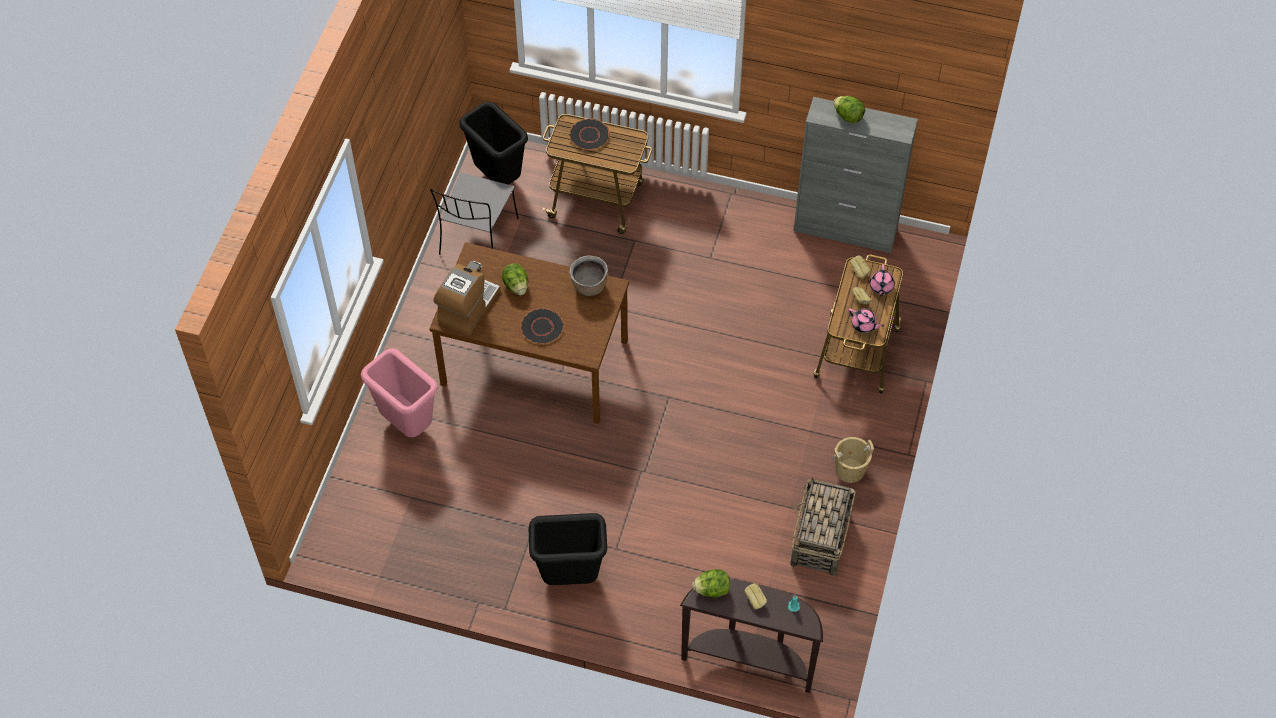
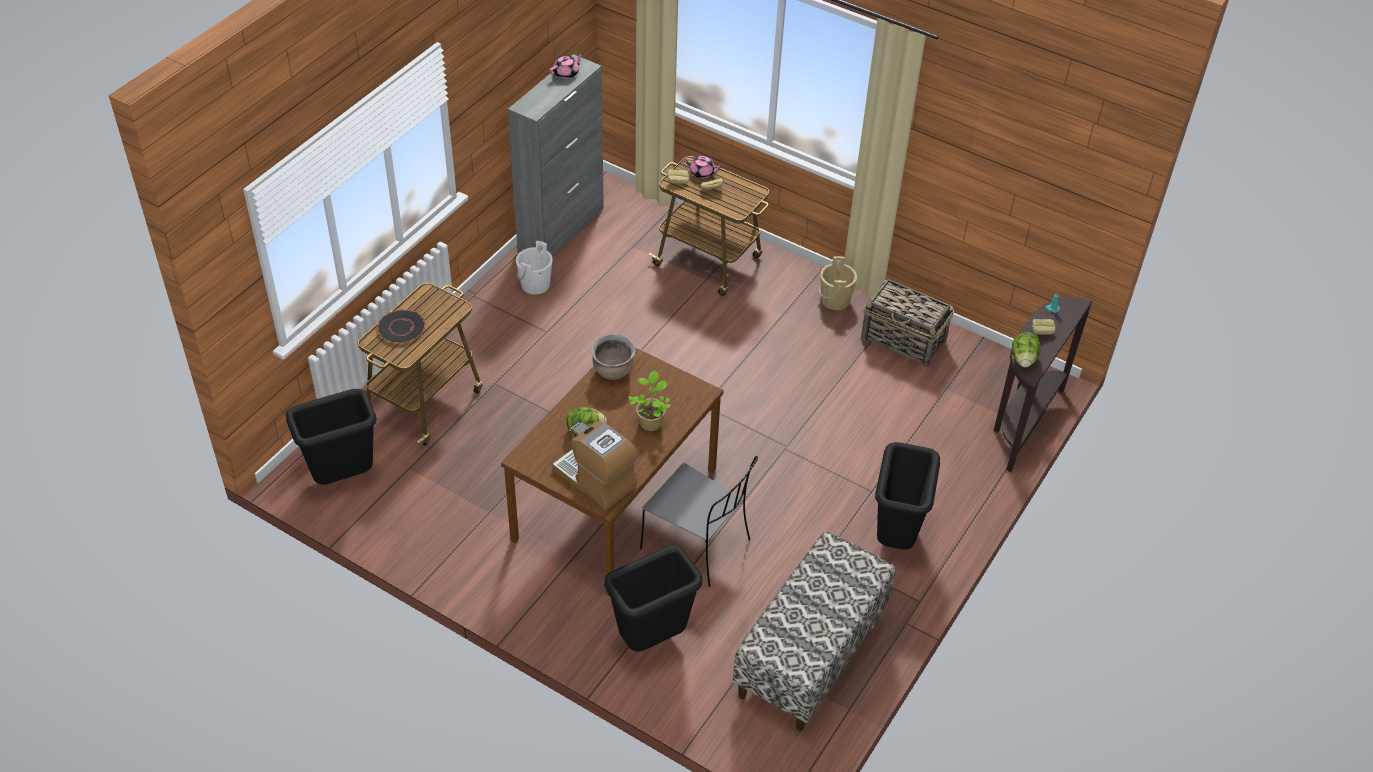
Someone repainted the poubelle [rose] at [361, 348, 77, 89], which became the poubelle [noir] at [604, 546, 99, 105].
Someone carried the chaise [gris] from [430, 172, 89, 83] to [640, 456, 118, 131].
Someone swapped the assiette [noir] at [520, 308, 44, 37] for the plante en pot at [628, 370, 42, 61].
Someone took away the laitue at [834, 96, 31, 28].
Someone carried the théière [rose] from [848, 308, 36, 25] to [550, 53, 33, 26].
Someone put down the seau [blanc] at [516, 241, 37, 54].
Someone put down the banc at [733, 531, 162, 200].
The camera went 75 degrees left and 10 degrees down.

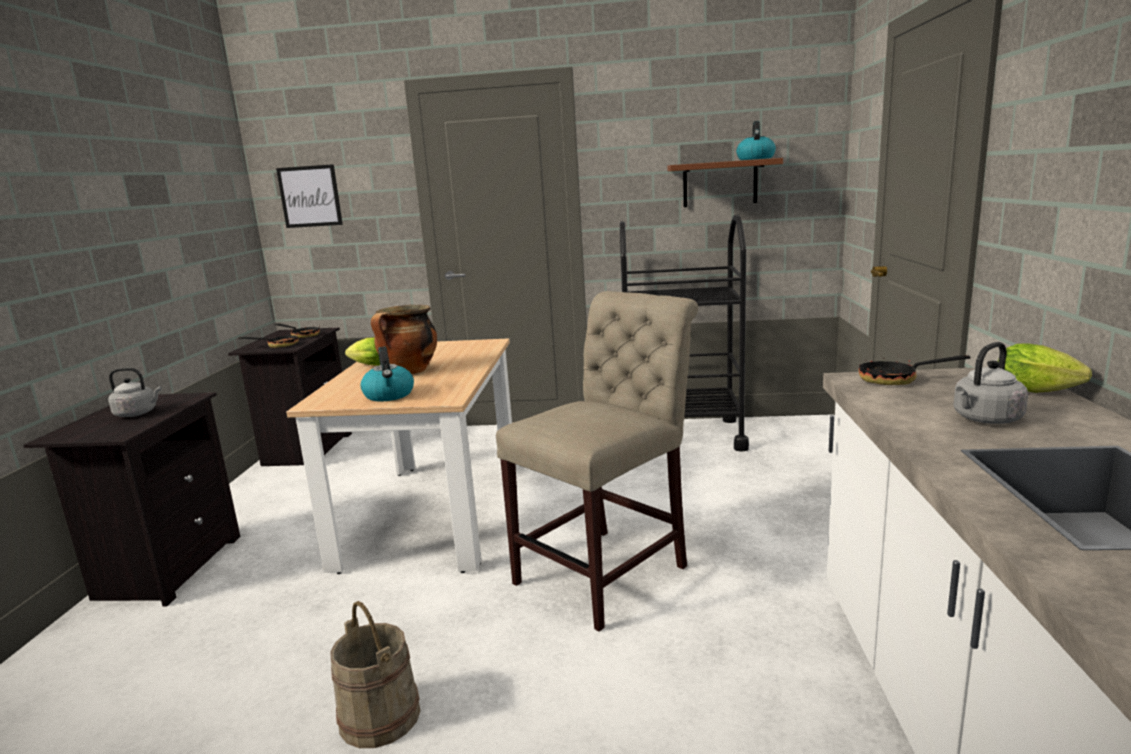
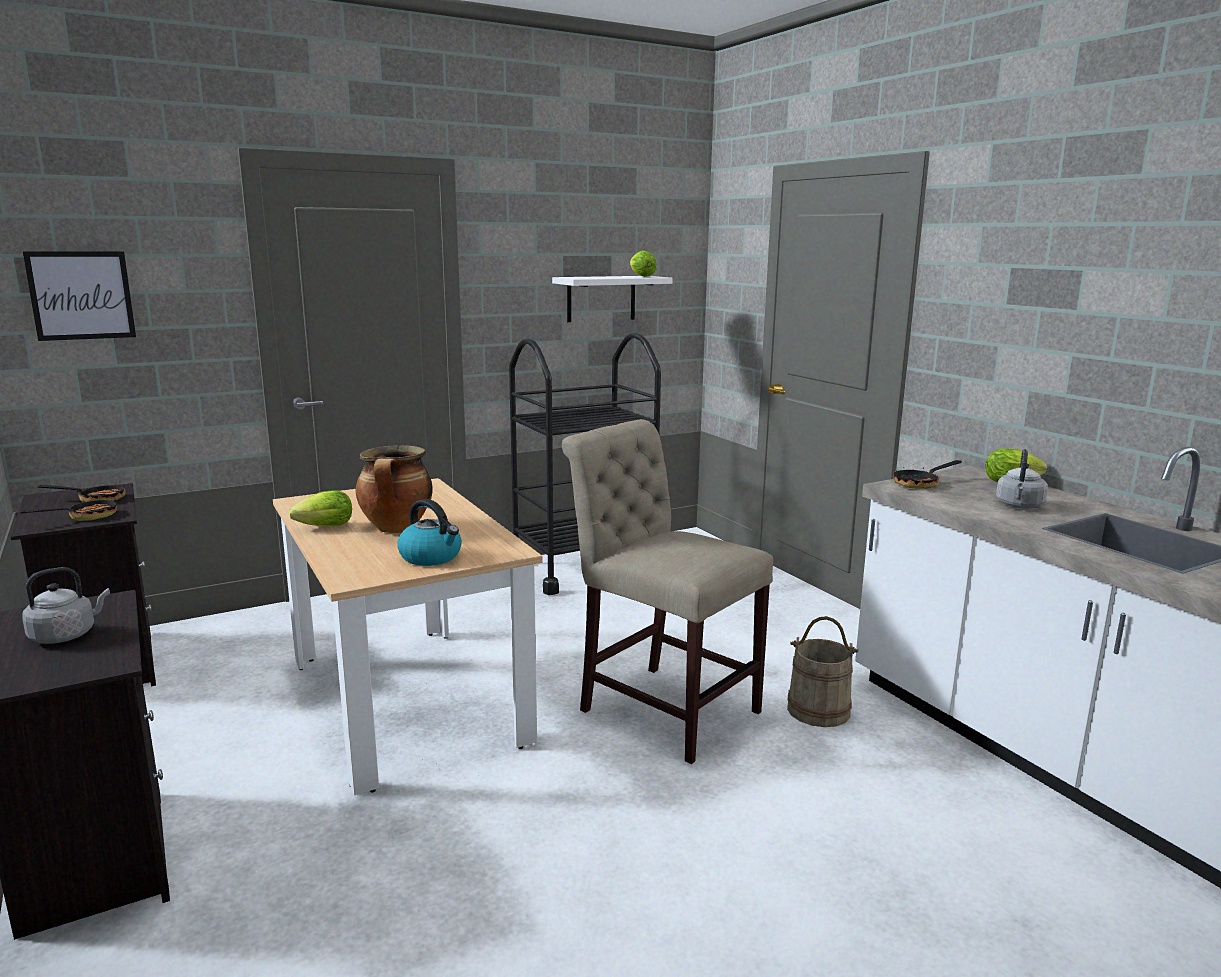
Someone carried the seau [beige] from [330, 601, 91, 147] to [787, 616, 72, 111].
Someone rotated the chaise [beige] at [496, 291, 202, 341] by 60 degrees counterclockwise.
Someone repainted the étagère [marron] at [667, 158, 116, 49], which became the étagère [blanc] at [552, 276, 121, 46].
Someone swapped the bouilloire at [736, 121, 40, 39] for the laitue at [630, 251, 26, 26].
The camera went 35 degrees left and 0 degrees up.

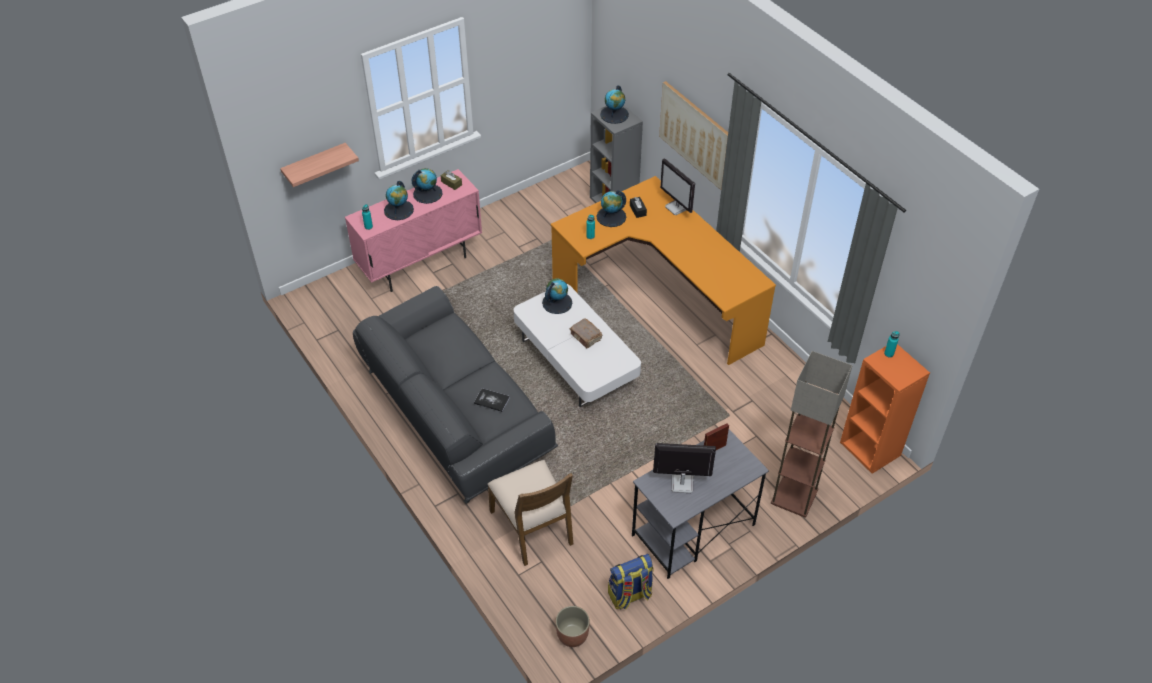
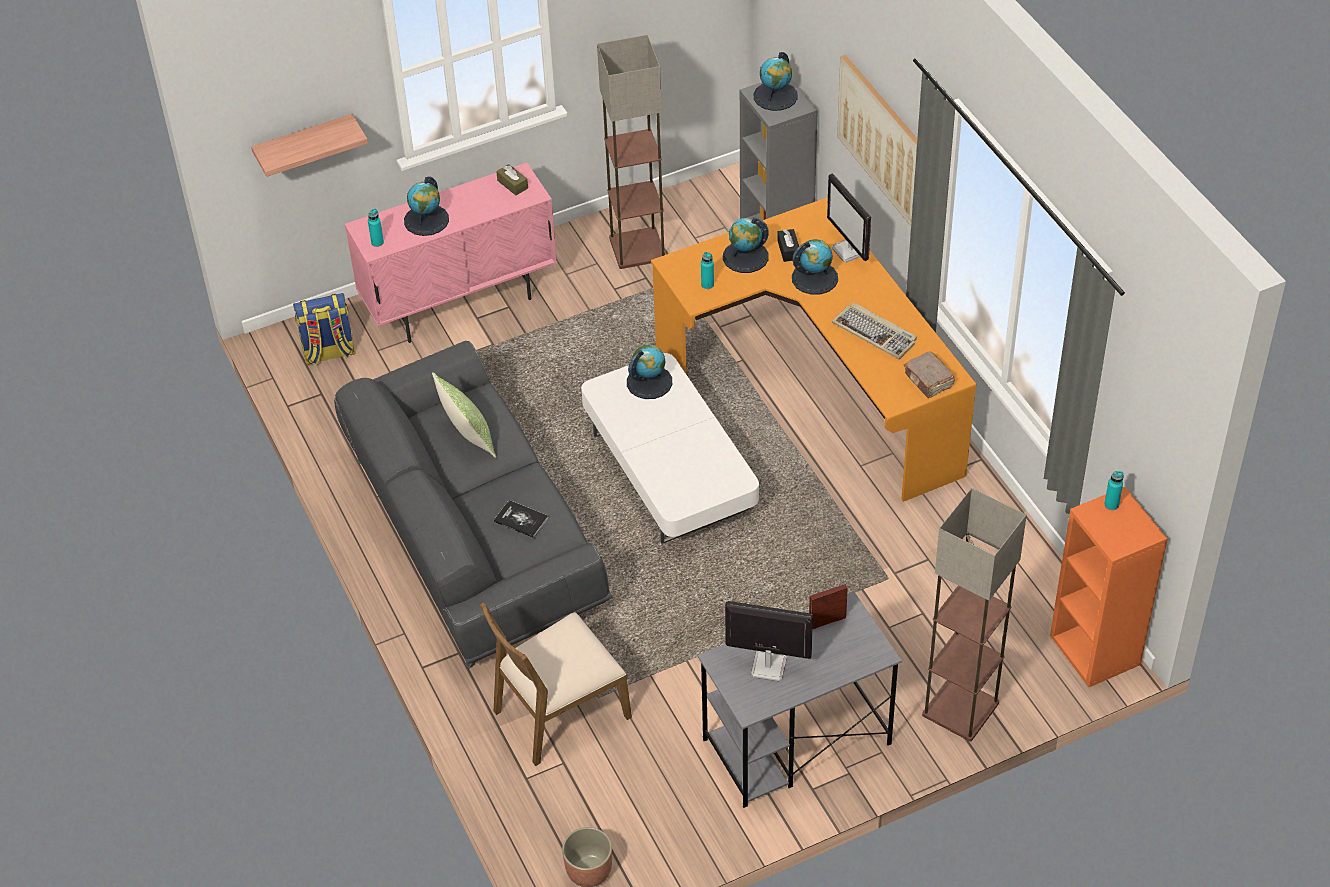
Someone carried the globe from [412, 168, 30, 36] to [792, 239, 46, 56].
Someone rotated the chaise [marron] at [488, 460, 85, 106] by 75 degrees clockwise.
Someone carried the livre [marron] from [569, 318, 33, 30] to [904, 351, 51, 47].
Someone carried the sac à dos from [608, 554, 46, 55] to [293, 293, 63, 72].
Someone put down the coussin at [432, 372, 65, 86].
Someone put down the lampadaire at [597, 35, 68, 234].
Someone put down the clavier at [832, 302, 85, 57].
The camera went 10 degrees right and 0 degrees up.

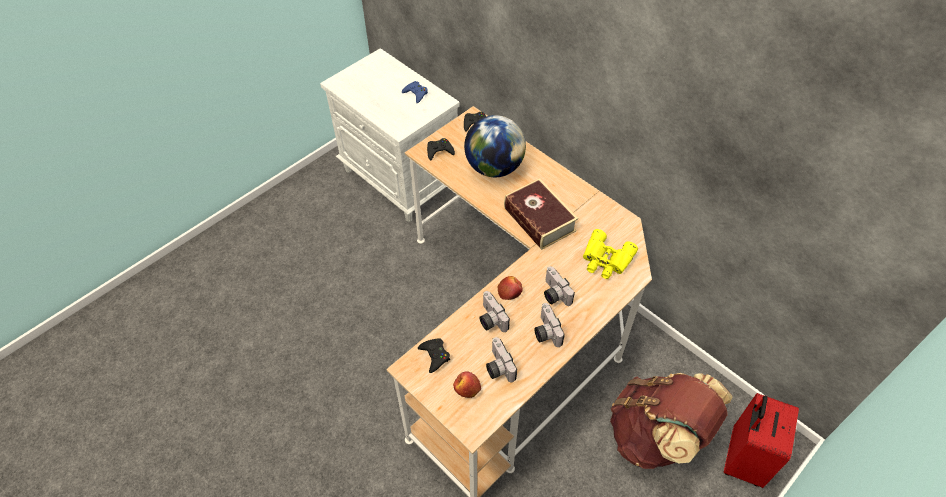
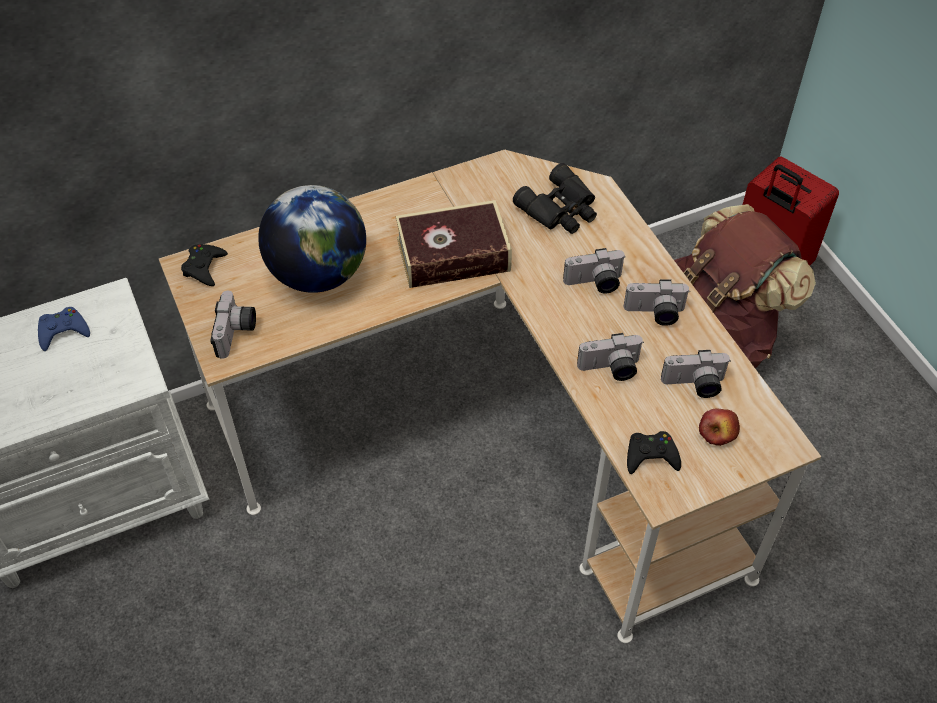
Someone swapped the manette [noir] at [427, 138, 28, 23] for the appareil photo at [211, 291, 45, 68].
Someone took away the pomme at [498, 276, 25, 24].
Someone repainted the jumelles [jaune] at [583, 229, 55, 50], which became the jumelles [noir] at [513, 163, 84, 71].
The camera went 70 degrees left and 0 degrees up.

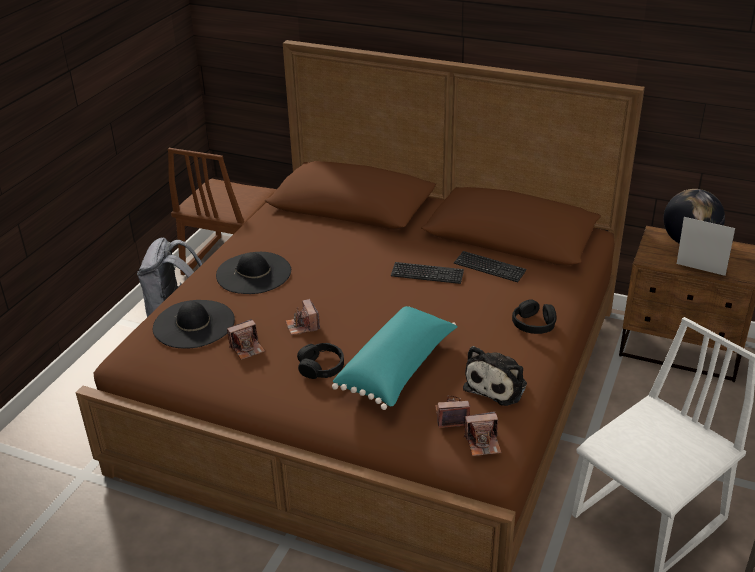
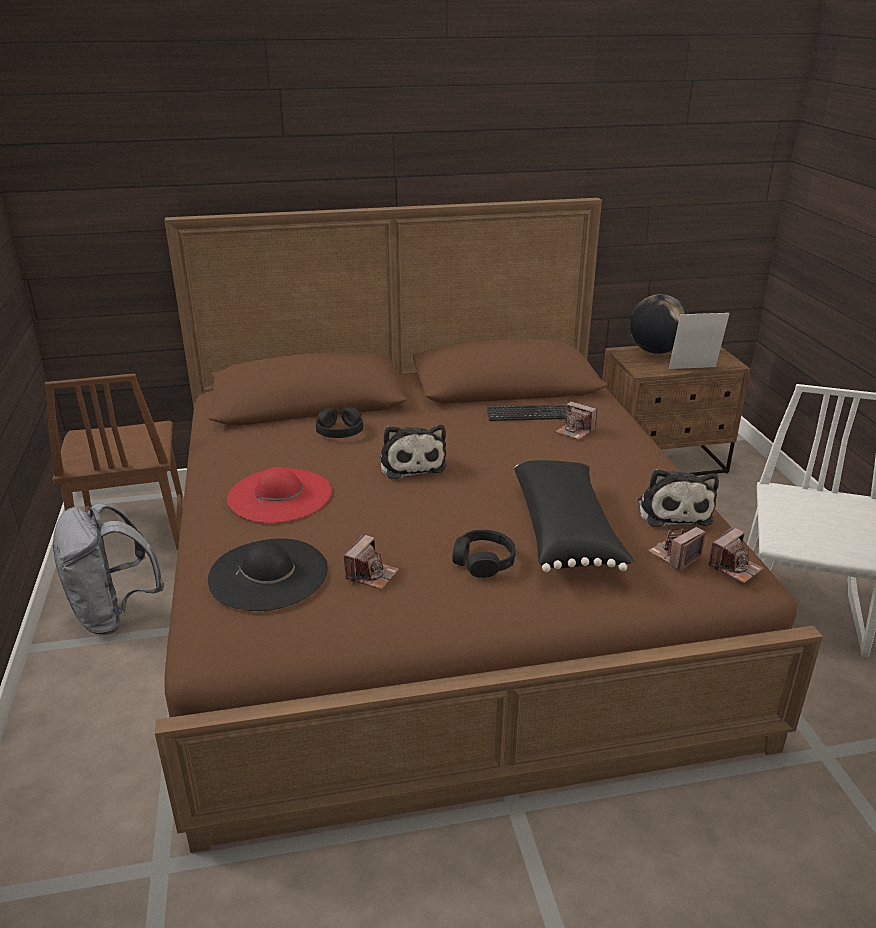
Someone repainted the chapeau [noir] at [216, 252, 75, 42], which became the chapeau [rouge] at [227, 467, 105, 56].
Someone carried the appareil photo from [286, 299, 34, 36] to [555, 401, 43, 39].
Someone repainted the coussin [turquoise] at [332, 306, 126, 104], which became the coussin [noir] at [514, 460, 120, 112].
Someone took away the clavier at [391, 262, 73, 22].
Someone carried the casque audio [noir] from [512, 299, 44, 35] to [316, 407, 47, 31].
Someone put down the peluche at [380, 425, 66, 54].
The camera went 35 degrees left and 5 degrees down.

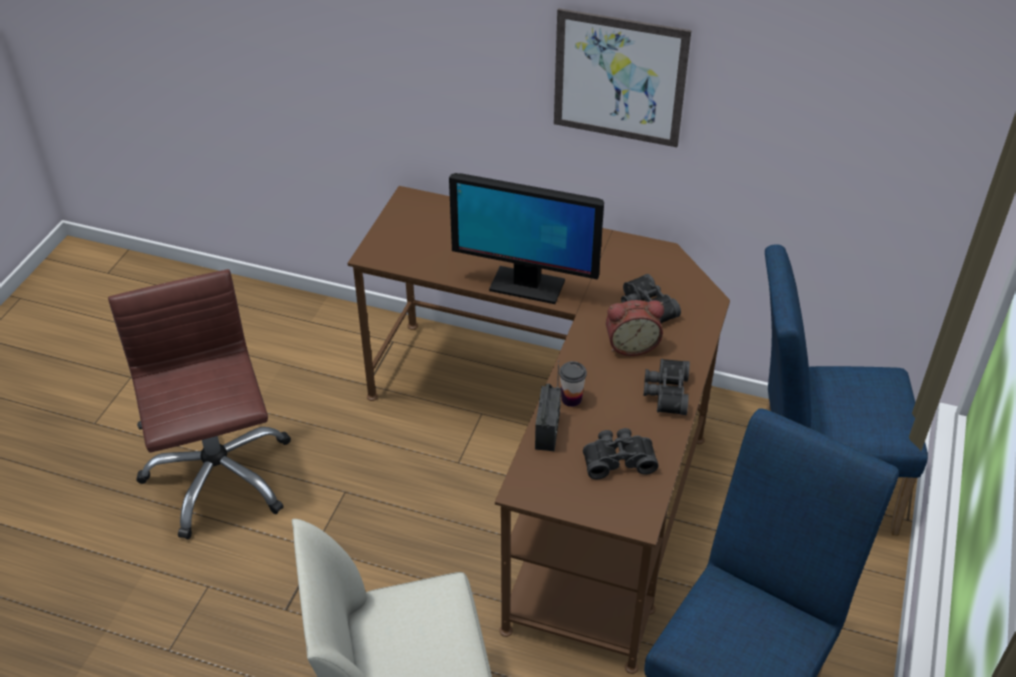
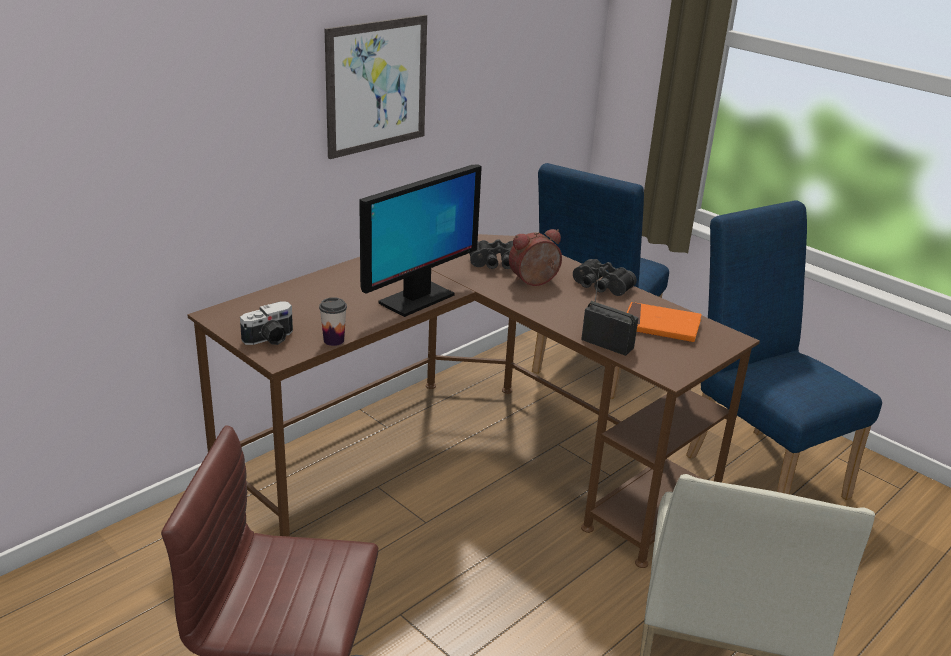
Someone carried the tasse from [559, 361, 28, 46] to [319, 297, 28, 49].
Someone swapped the jumelles [noir] at [583, 428, 76, 51] for the livre [orange] at [627, 302, 75, 40].
Someone rotated the réveil at [606, 300, 58, 56] by 135 degrees counterclockwise.
Someone put down the appareil photo at [240, 301, 53, 44].
The camera went 65 degrees left and 15 degrees down.

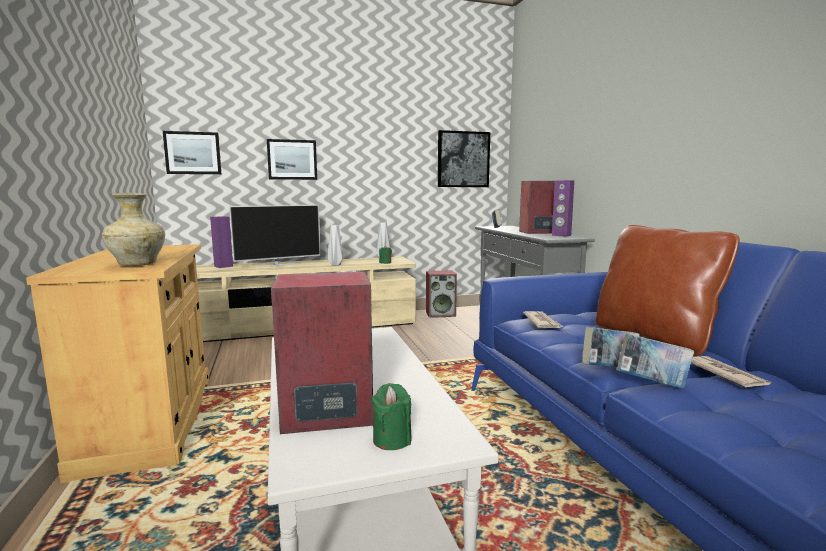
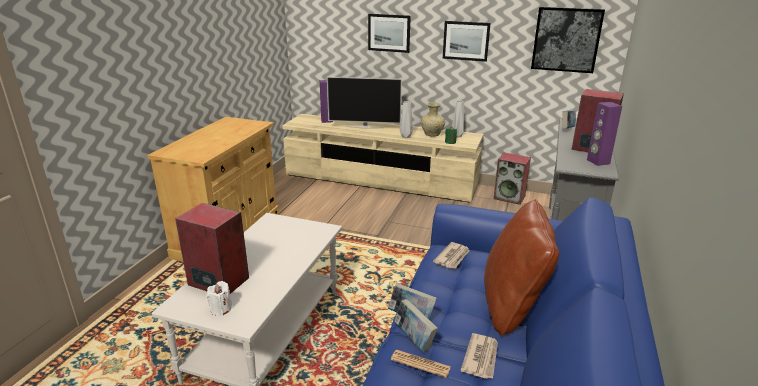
Someone carried the vase [beige] from [102, 193, 63, 73] to [421, 102, 24, 35].
Someone carried the tableau from [163, 131, 58, 43] to [443, 21, 48, 41].
Someone repainted the bougie [vert] at [371, 383, 41, 67], which became the bougie [blanc] at [207, 281, 25, 35].
Someone put down the journal at [391, 350, 60, 28].
The camera went 35 degrees right and 15 degrees up.

